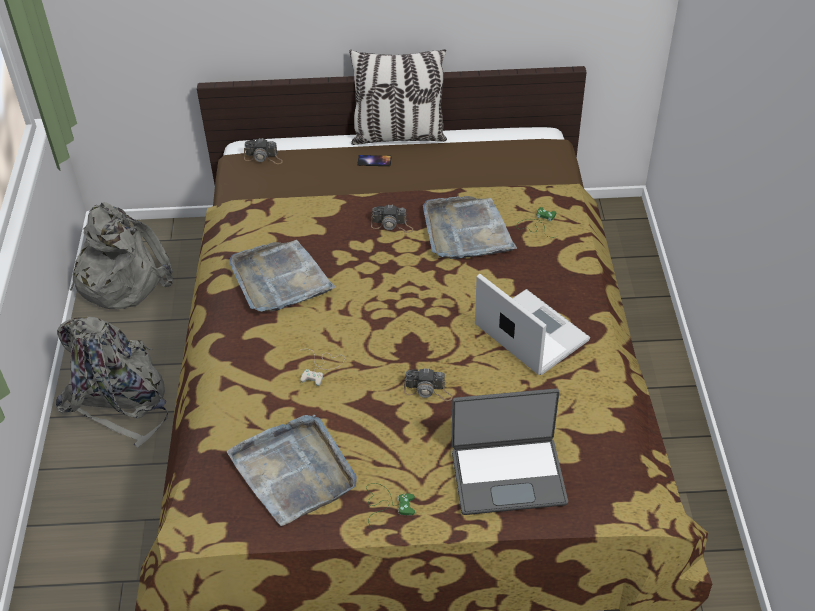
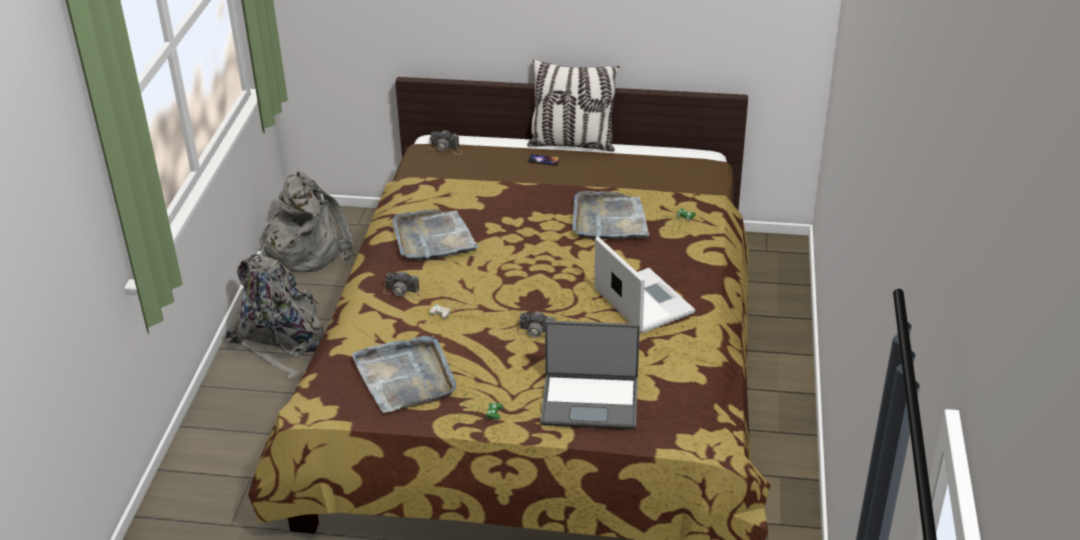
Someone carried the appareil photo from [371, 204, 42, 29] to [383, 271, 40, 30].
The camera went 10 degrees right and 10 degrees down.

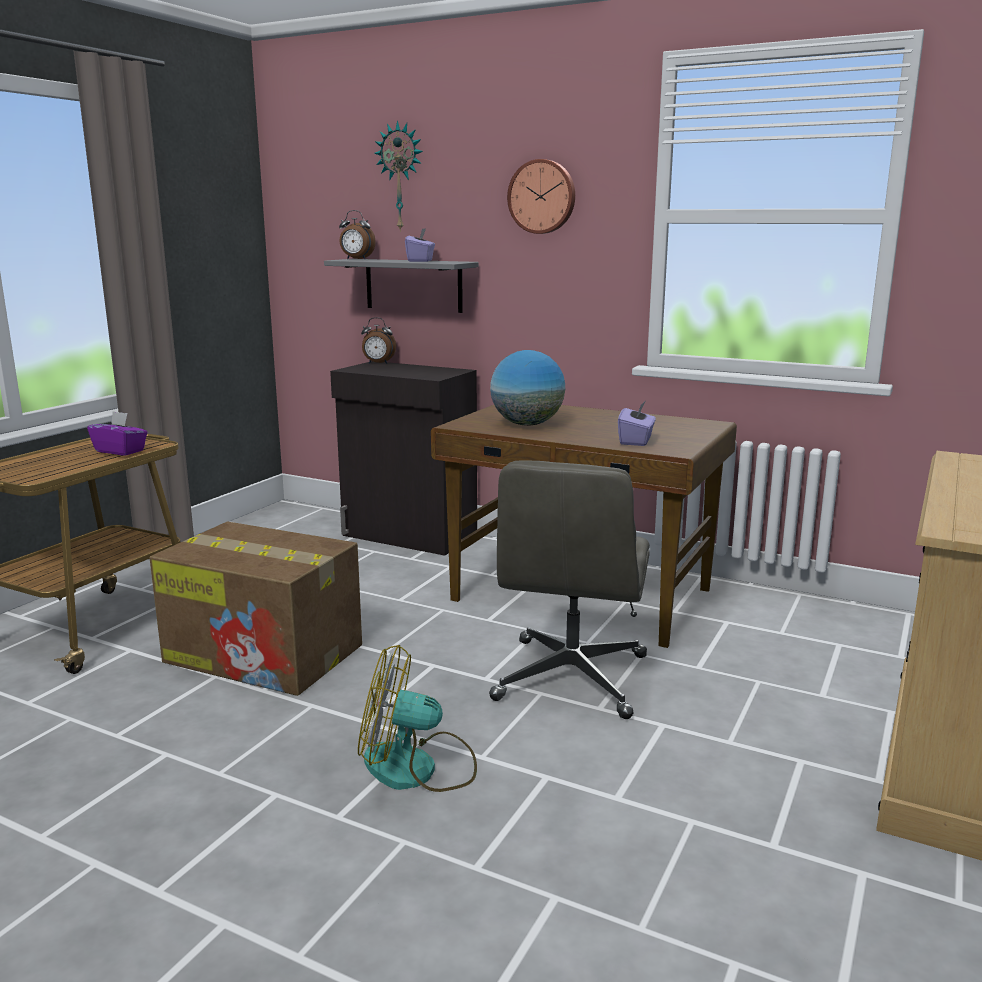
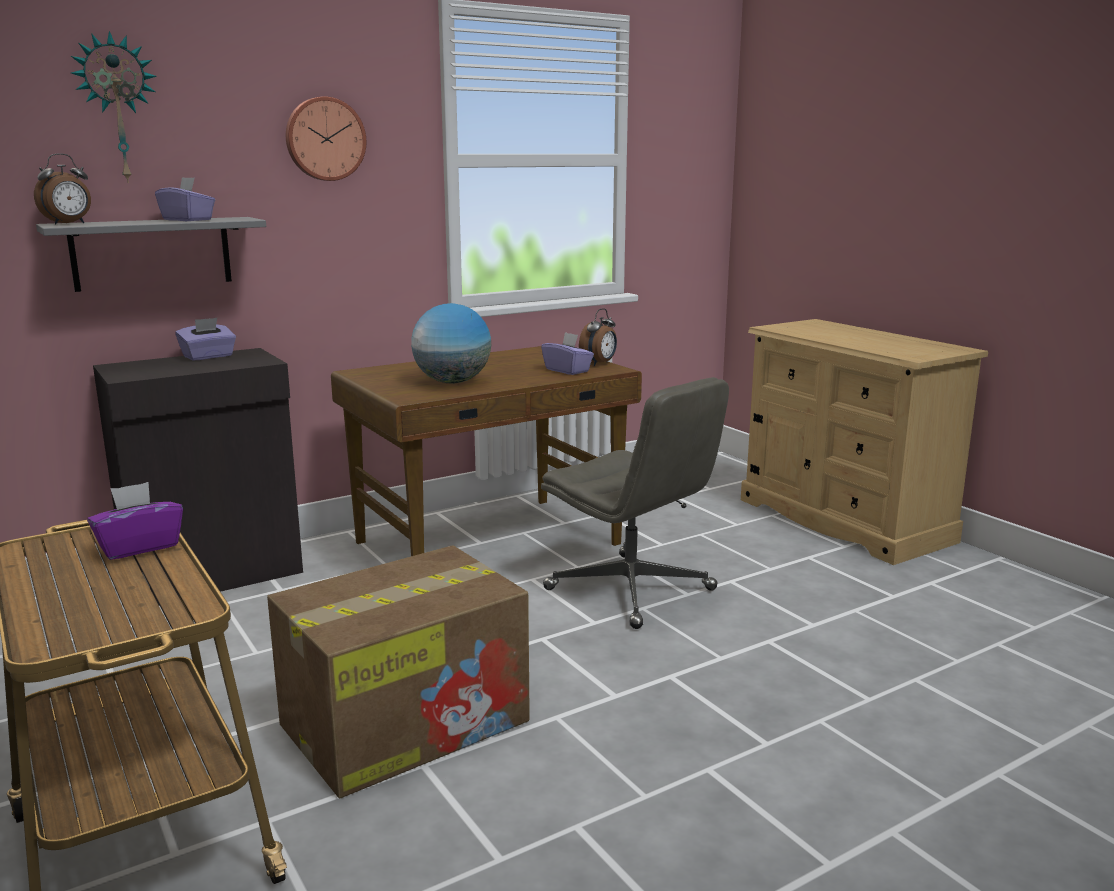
Someone took away the ventilateur at [358, 645, 119, 147].
Someone carried the réveil from [361, 317, 35, 47] to [579, 308, 38, 58].
Someone put down the boîte à mouchoirs [violet] at [175, 318, 61, 42].
The camera went 60 degrees left and 0 degrees up.

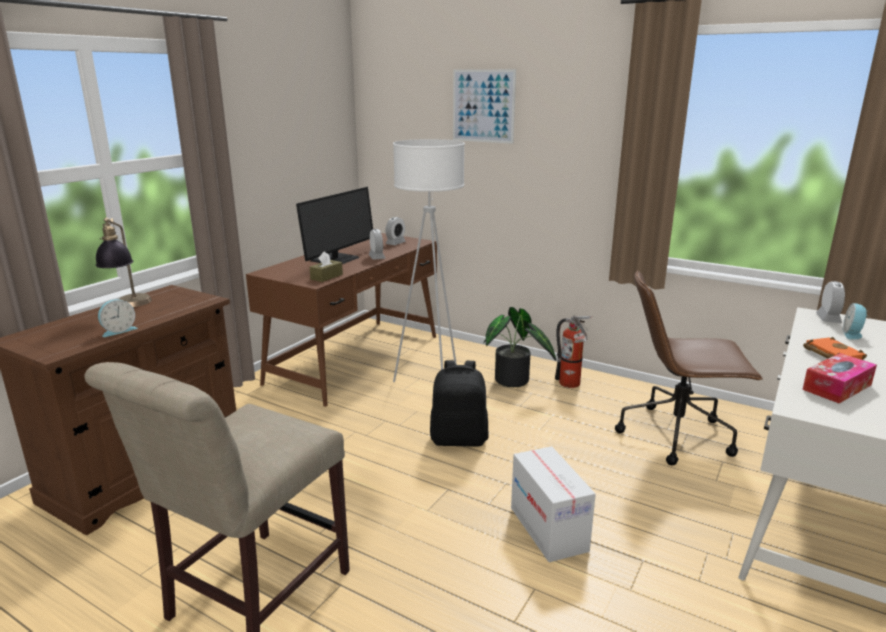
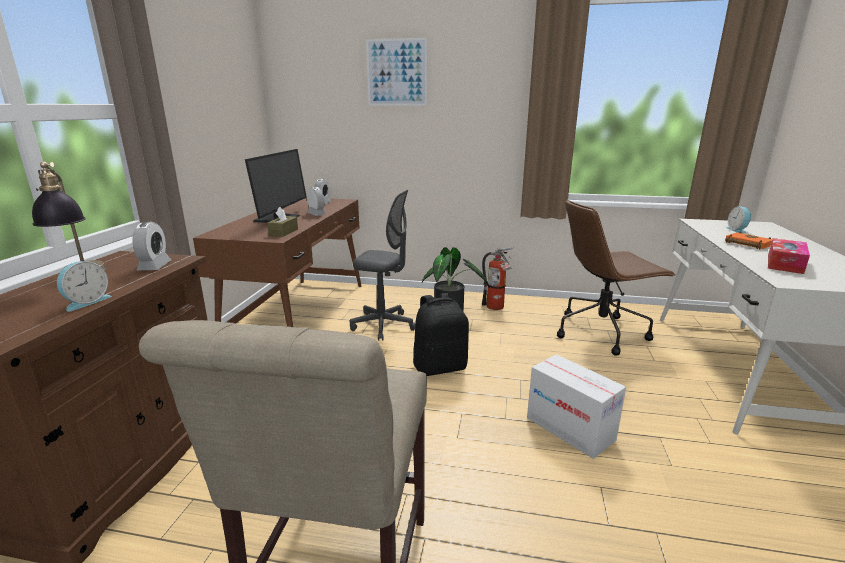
Someone swapped the lampadaire [blanc] at [393, 139, 72, 243] for the chaise de bureau [gris] at [350, 190, 65, 151].
Someone carried the réveil from [816, 281, 29, 42] to [133, 222, 38, 48].
The camera went 20 degrees left and 0 degrees up.

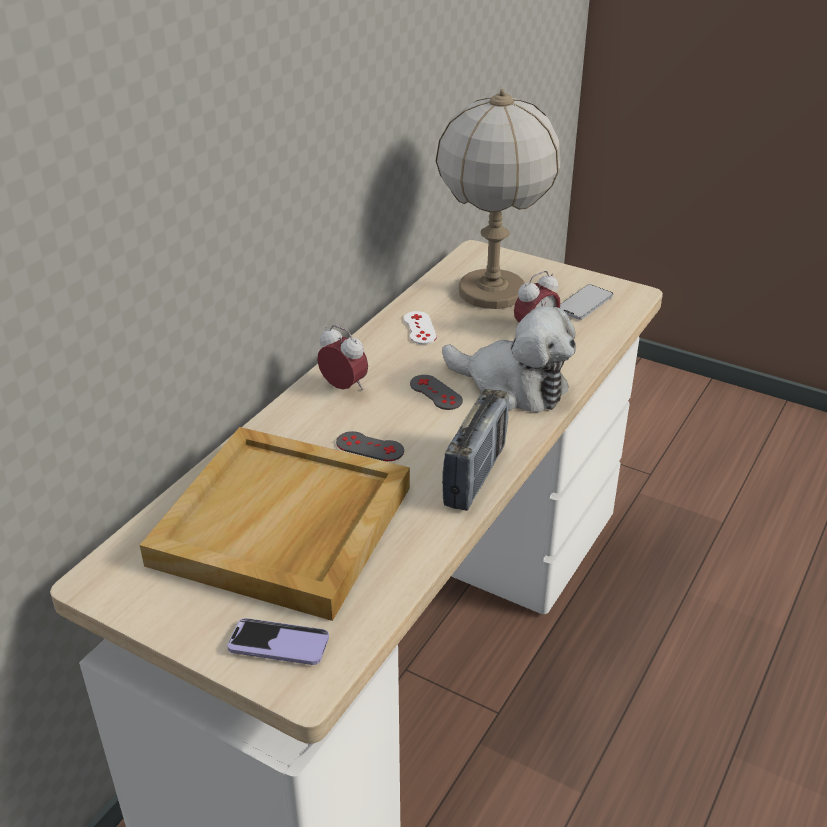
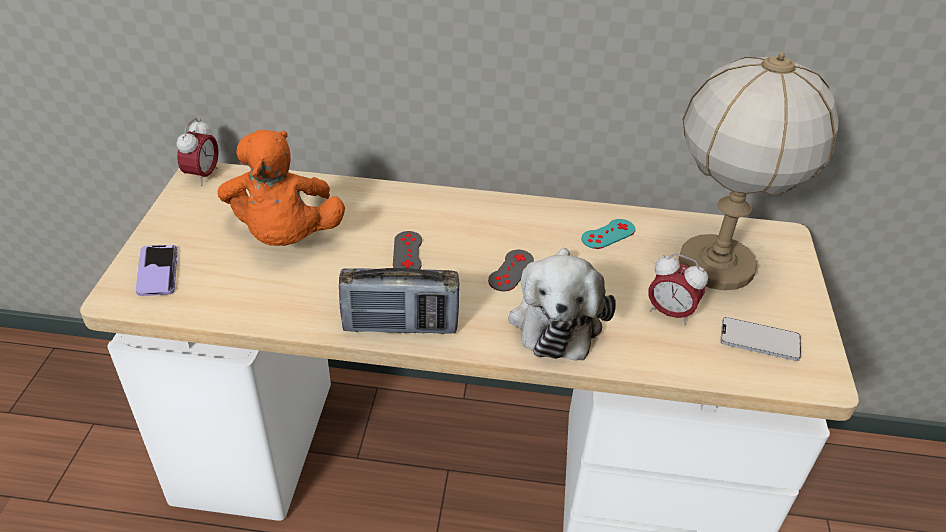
Someone swapped the plateau [beige] at [140, 427, 270, 194] for the peluche [orange] at [217, 130, 128, 116].
Someone carried the réveil from [317, 325, 51, 65] to [176, 118, 43, 68].
Someone repainted the manette [blanc] at [404, 311, 33, 33], which became the manette [turquoise] at [581, 219, 55, 30].
The camera went 65 degrees right and 5 degrees up.

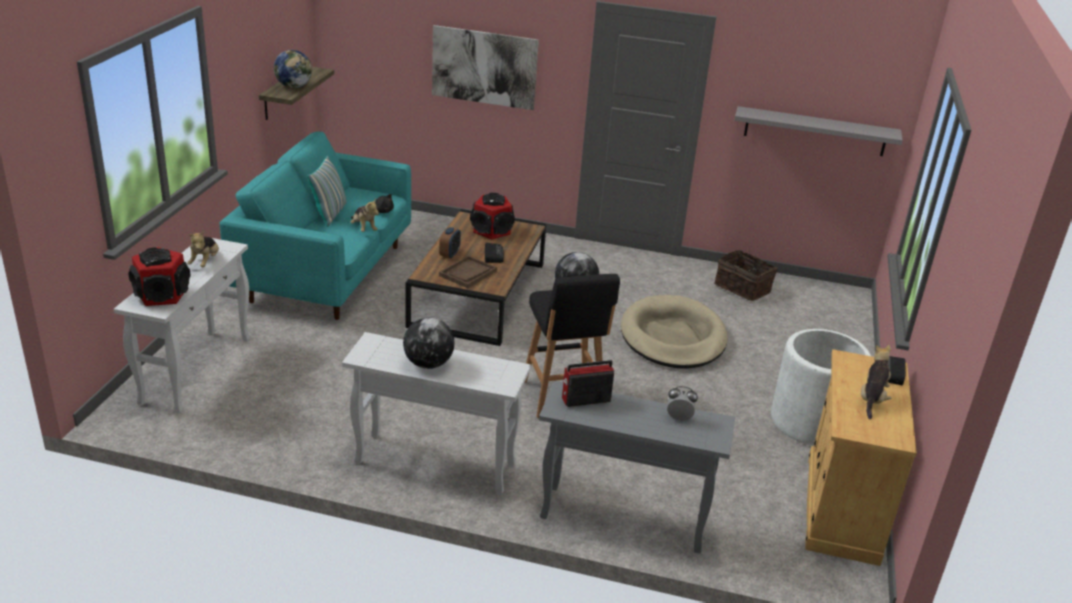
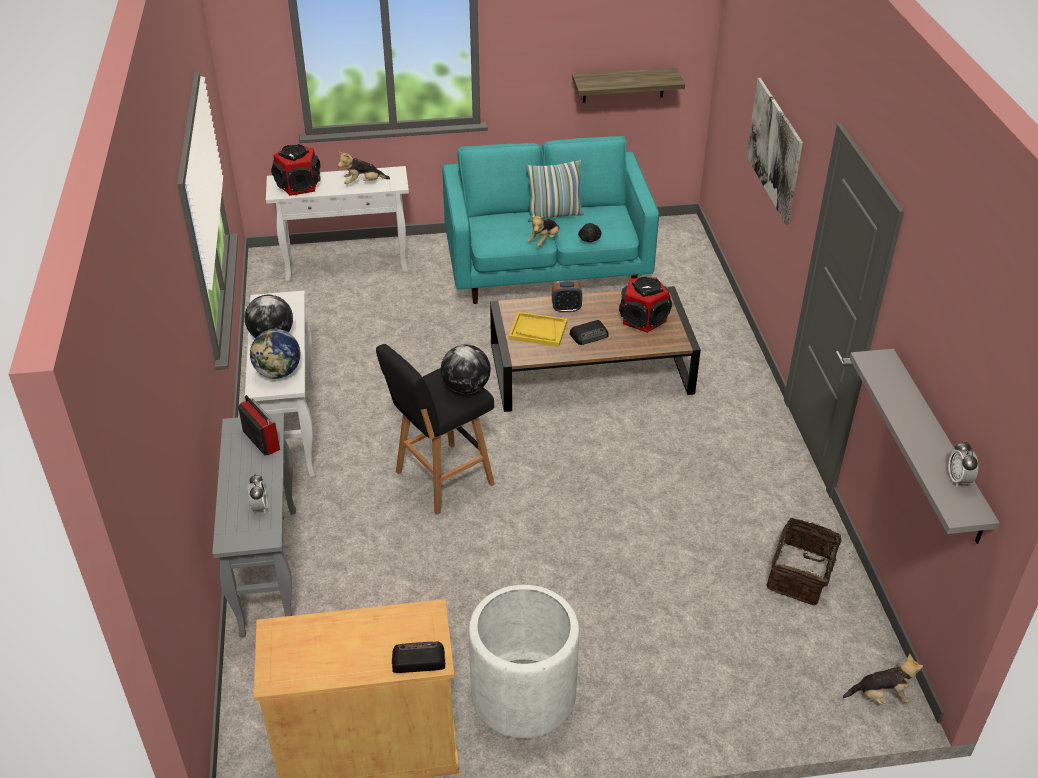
Someone carried the globe from [274, 50, 38, 38] to [250, 329, 50, 50].
Someone repainted the plateau [marron] at [439, 256, 58, 32], which became the plateau [jaune] at [508, 312, 59, 35].
Someone took away the panier pour chien [beige] at [621, 295, 107, 74].
Someone carried the peluche from [861, 345, 31, 74] to [843, 654, 80, 51].
Someone put down the réveil at [948, 441, 30, 46].
The camera went 70 degrees right and 10 degrees up.

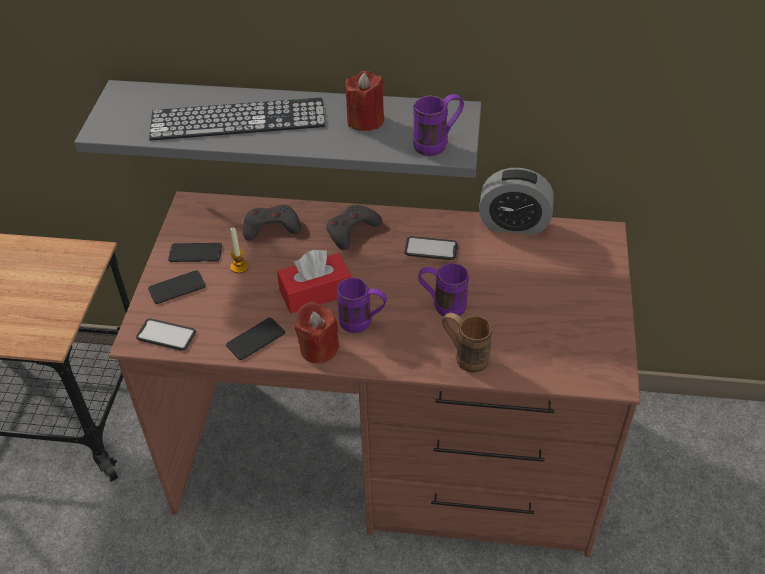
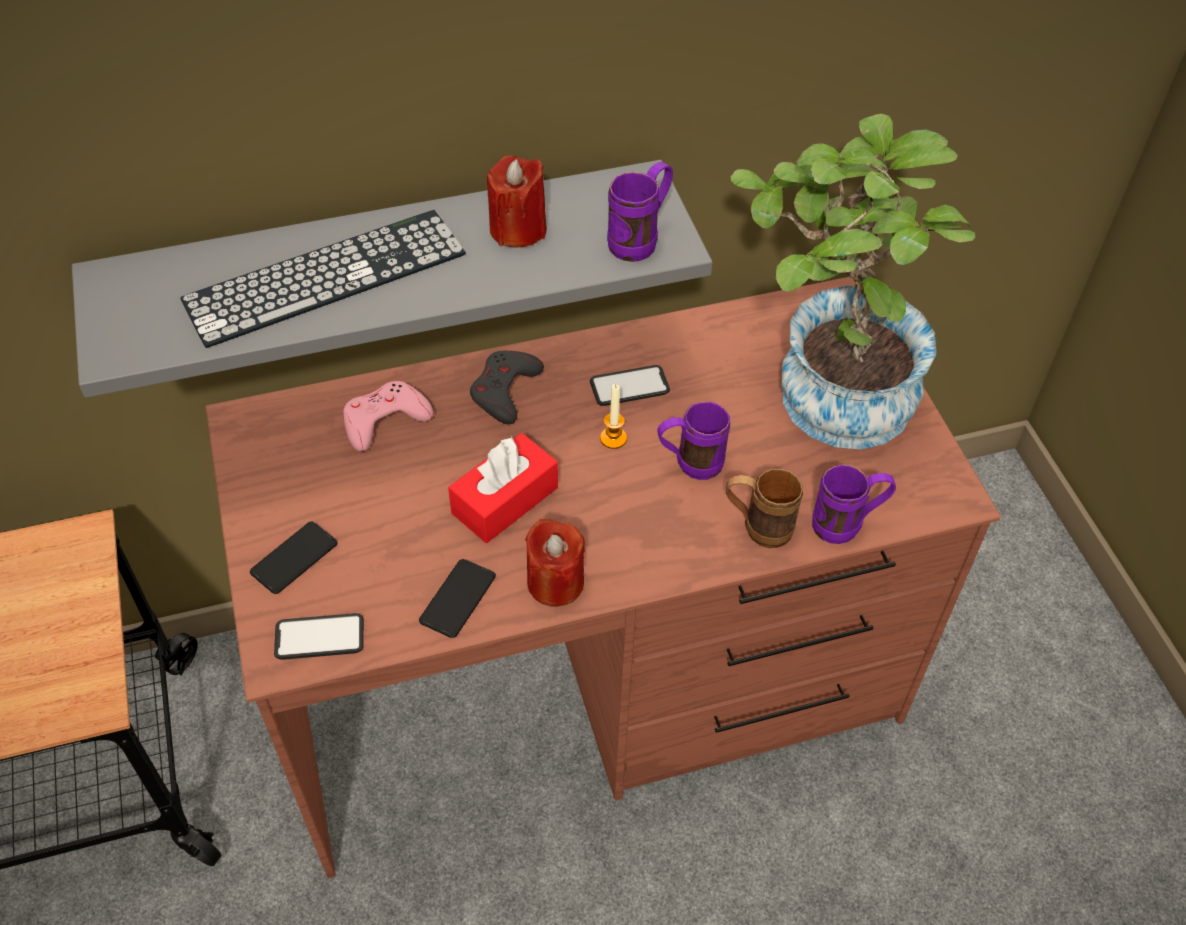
Someone took away the téléphone at [168, 243, 54, 19].
Someone carried the bougie from [230, 227, 19, 46] to [600, 384, 27, 65].
Someone repainted the manette [gris] at [243, 205, 58, 35], which became the manette [rose] at [343, 381, 91, 70].
Someone carried the mug [violet] from [337, 278, 50, 55] to [812, 464, 84, 80].
Someone took away the réveil at [479, 168, 75, 67].
Someone put down the plante en pot at [731, 114, 244, 335].
The camera went 25 degrees left and 5 degrees up.

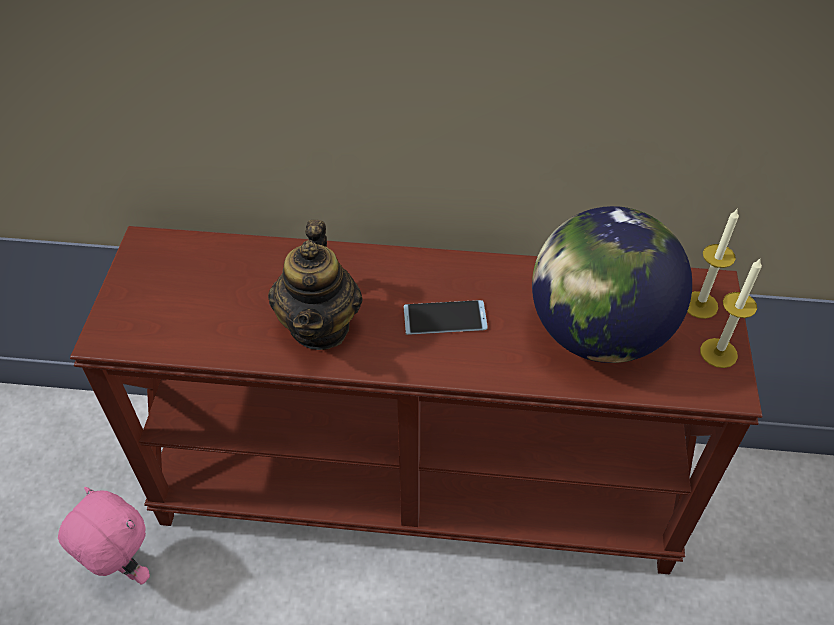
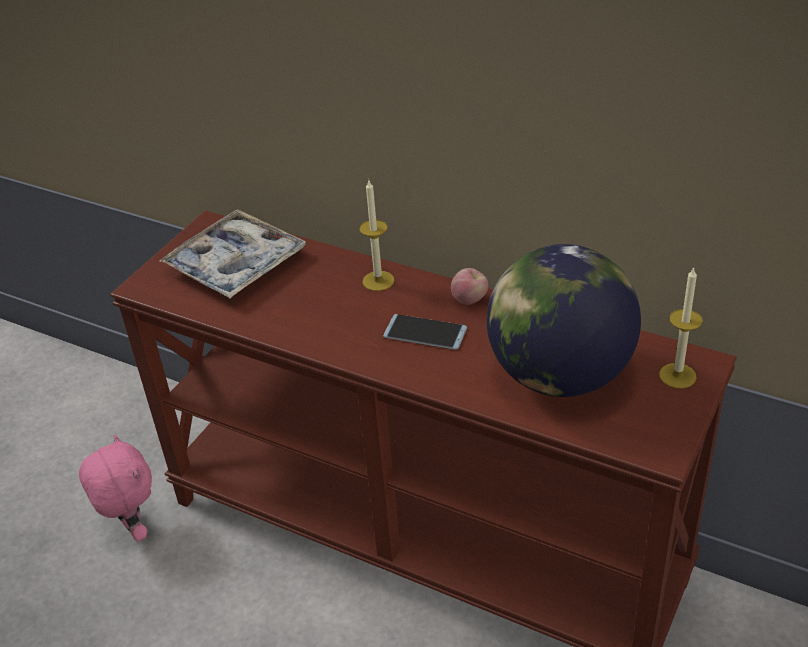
Someone took away the théière at [268, 220, 94, 130].
Someone carried the bougie from [700, 259, 62, 109] to [359, 180, 35, 111].
Someone put down the plateau at [159, 209, 147, 89].
Someone put down the pomme at [451, 268, 38, 37].
The camera went 25 degrees right and 10 degrees down.

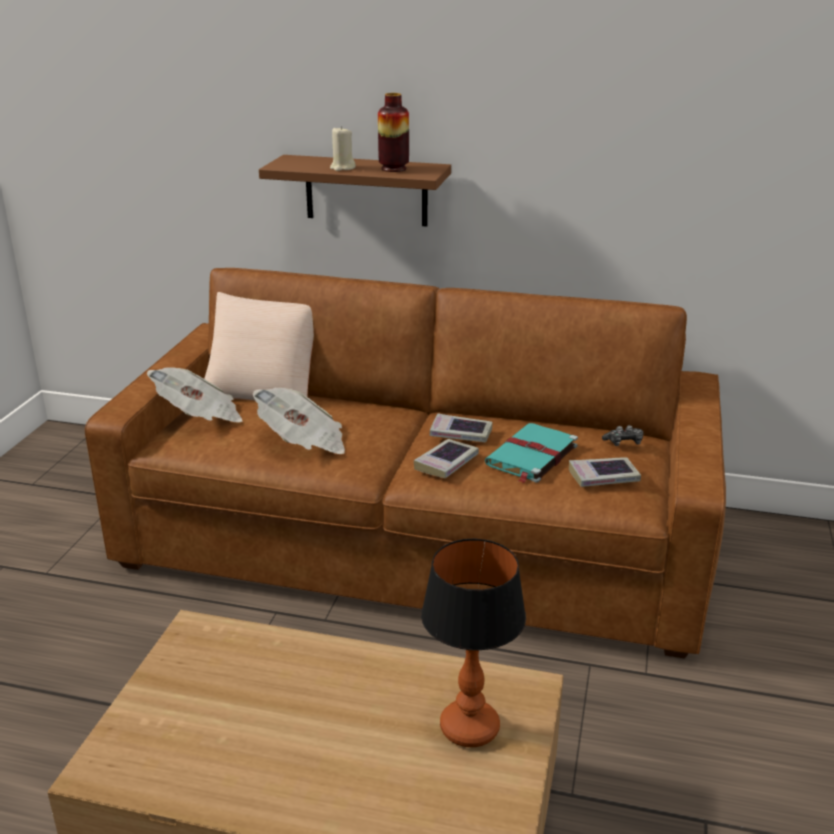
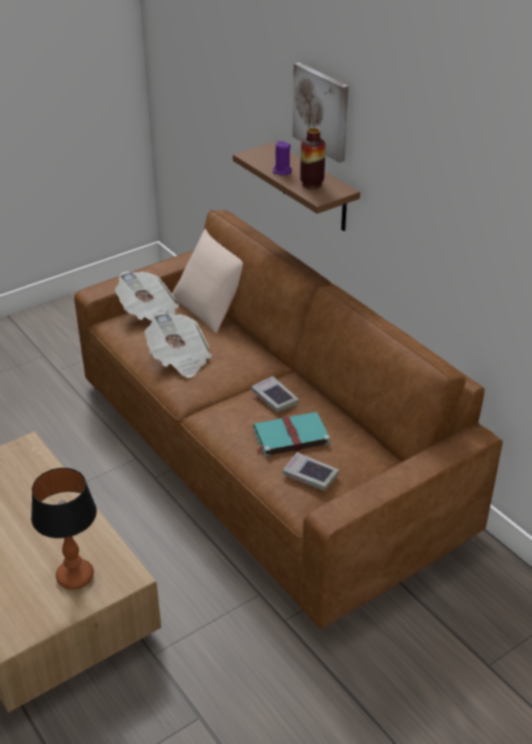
Someone repainted the bougie [beige] at [330, 126, 26, 45], which became the bougie [violet] at [273, 141, 19, 34].
Someone took away the livre at [414, 439, 65, 39].
Someone took away the manette at [602, 425, 41, 21].
Someone put up the tableau at [292, 62, 57, 101].
The camera went 40 degrees right and 10 degrees up.

